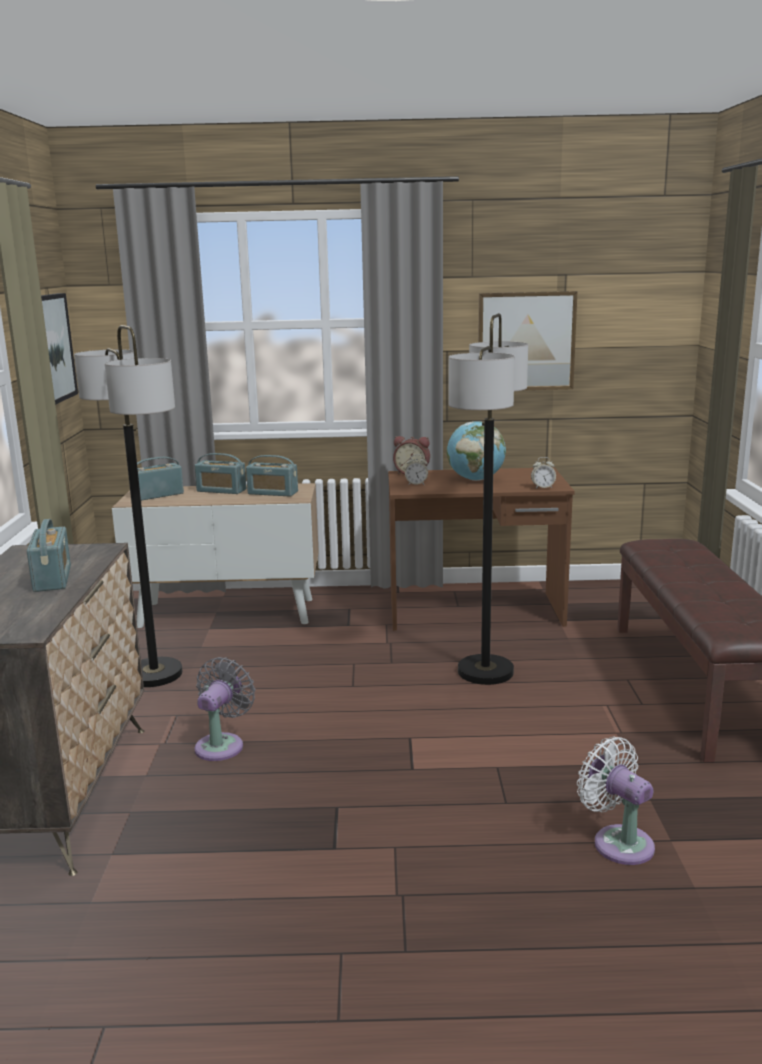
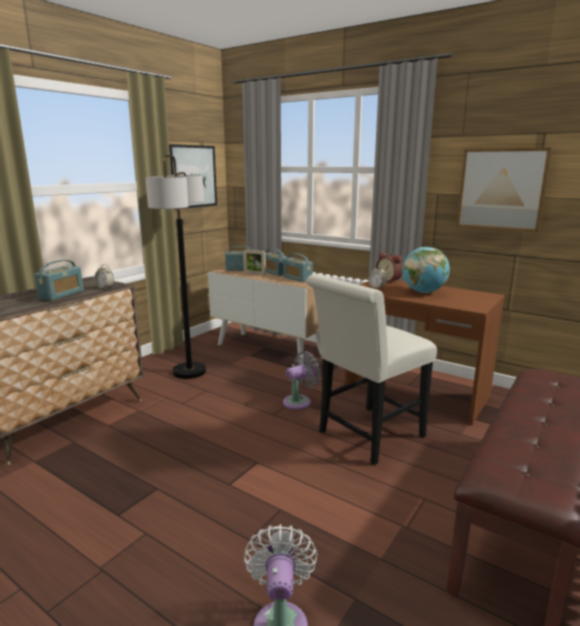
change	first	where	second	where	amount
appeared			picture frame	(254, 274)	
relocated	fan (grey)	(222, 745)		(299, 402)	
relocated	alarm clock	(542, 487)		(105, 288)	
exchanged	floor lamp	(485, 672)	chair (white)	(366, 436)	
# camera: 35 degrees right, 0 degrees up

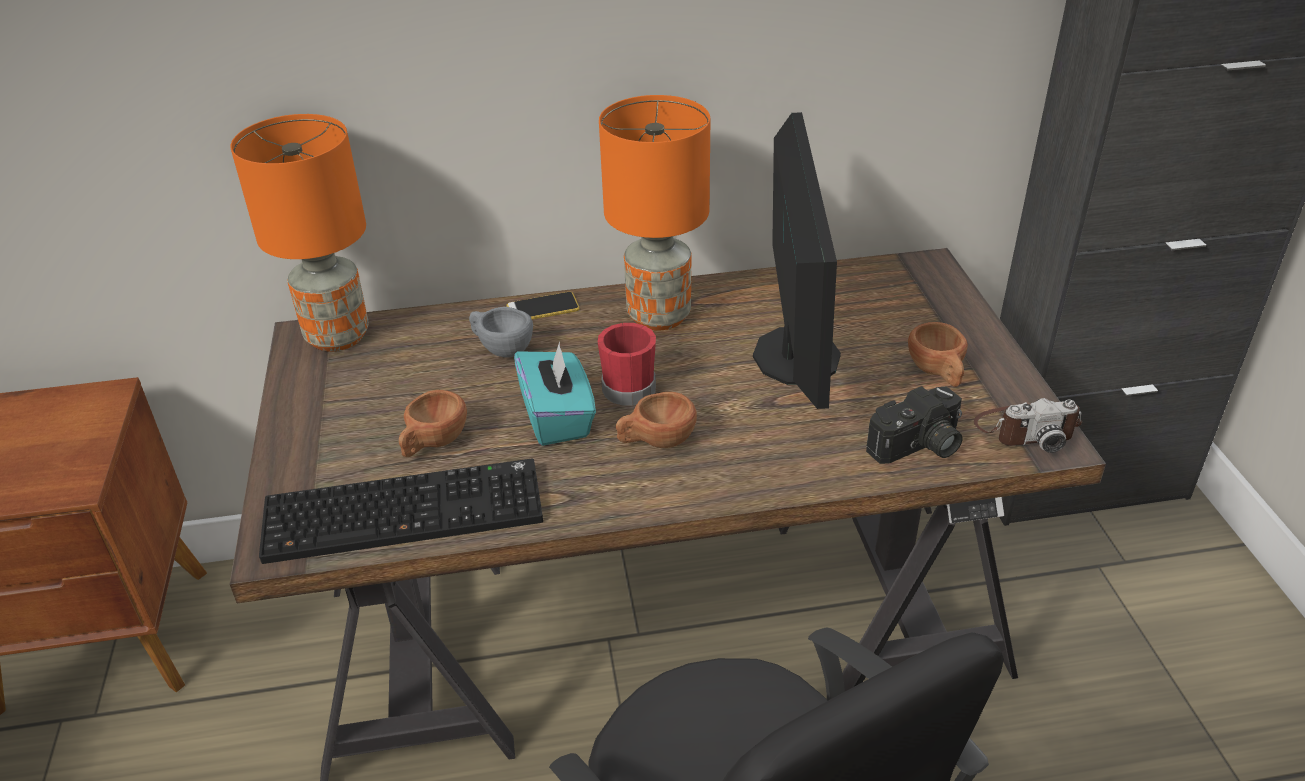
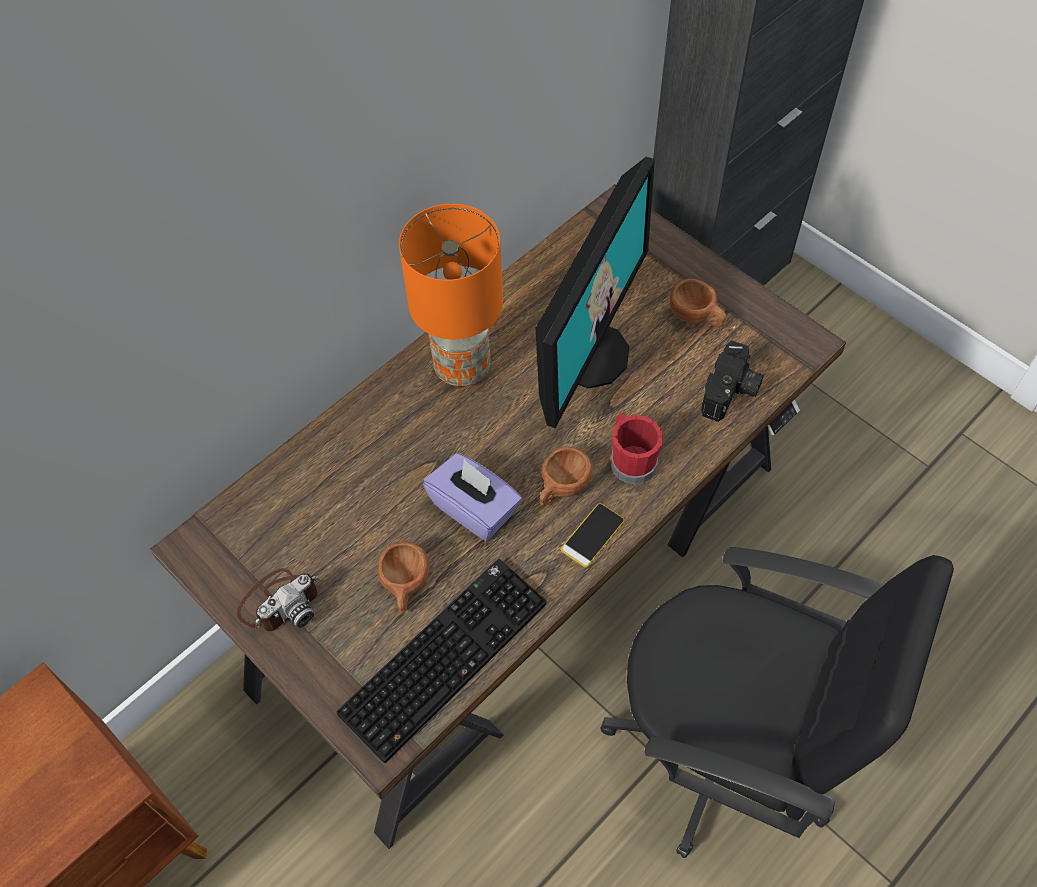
change	first	where	second	where	amount
missing	table lamp (orange)	(337, 337)			
missing	cup (grey)	(501, 348)			
relocated	phone	(543, 308)		(593, 535)	
relocated	mug (red)	(630, 385)		(631, 459)	
relocated	photo camera	(1025, 430)		(280, 602)	
colour	tissue box (turquoise)	(558, 417)	tissue box (purple)	(474, 509)	
spun	monitor	(794, 356)		(591, 354)	60 degrees clockwise
# camera: 35 degrees left, 20 degrees up

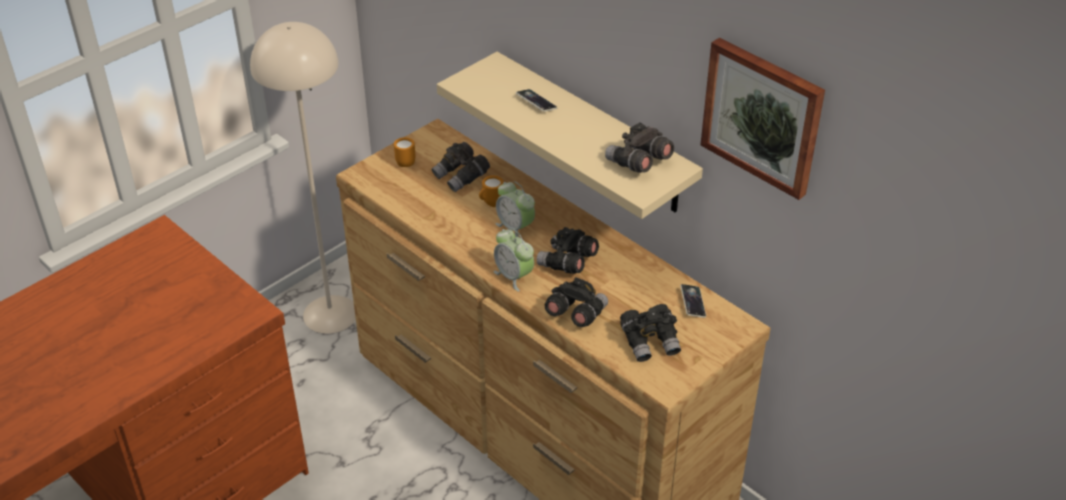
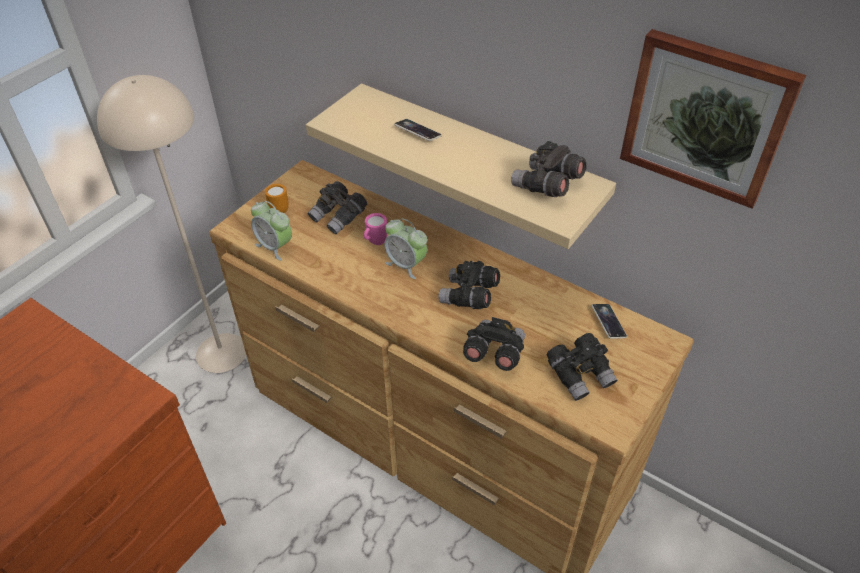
change	first	where	second	where	amount
relocated	alarm clock	(514, 276)		(275, 246)	
colour	mug (orange)	(490, 204)	mug (pink)	(375, 242)	
# camera: 10 degrees left, 5 degrees up

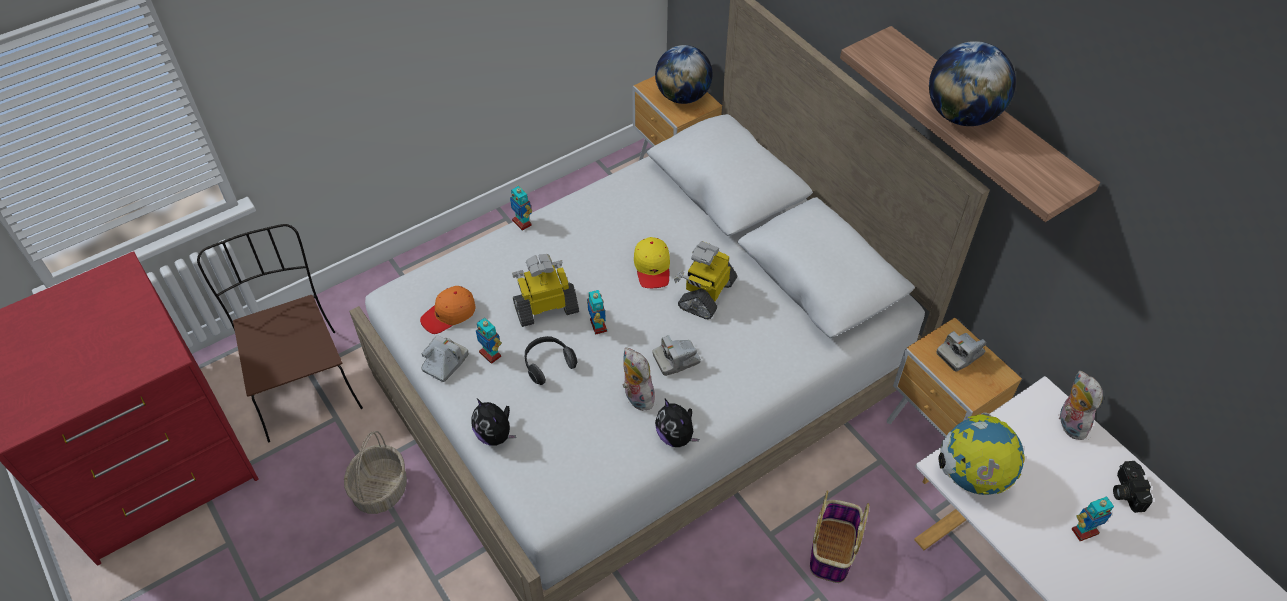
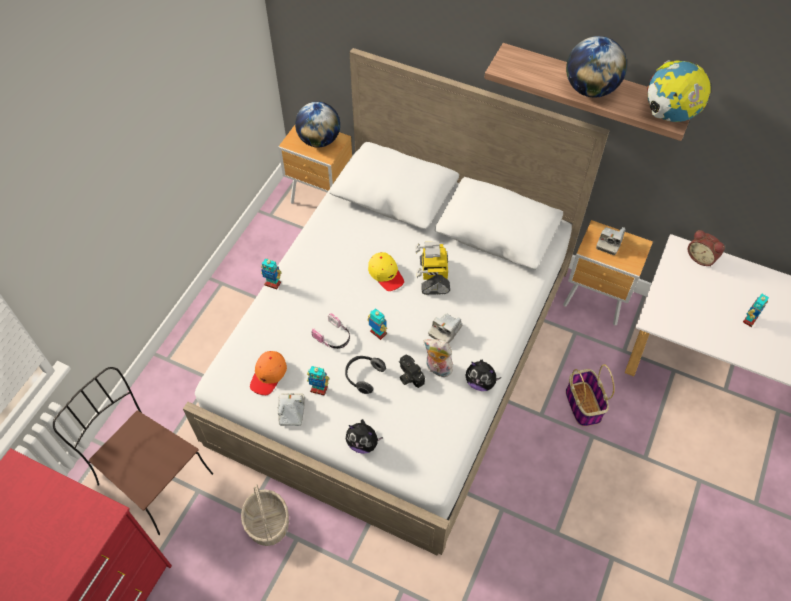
change	first	where	second	where	amount
relocated	globe	(972, 475)		(669, 114)	
relocated	photo camera	(1125, 491)		(408, 376)	
exchanged	toy robot	(546, 307)	headphones	(333, 337)	
exchanged	plush toy	(1069, 423)	alarm clock	(701, 257)	
# camera: 30 degrees left, 5 degrees up

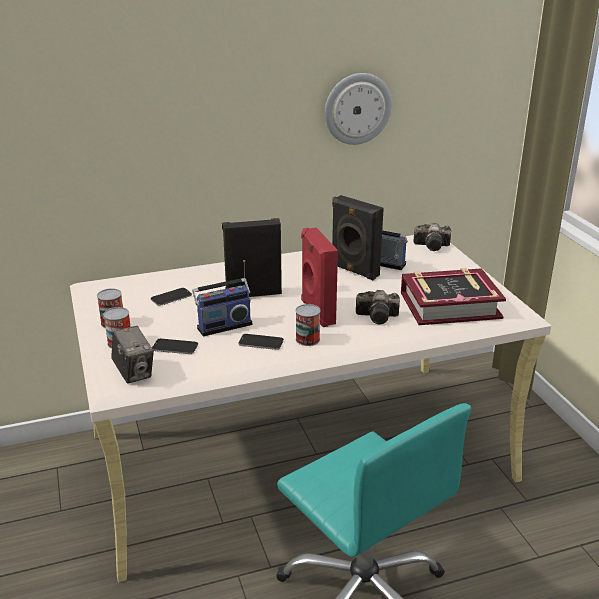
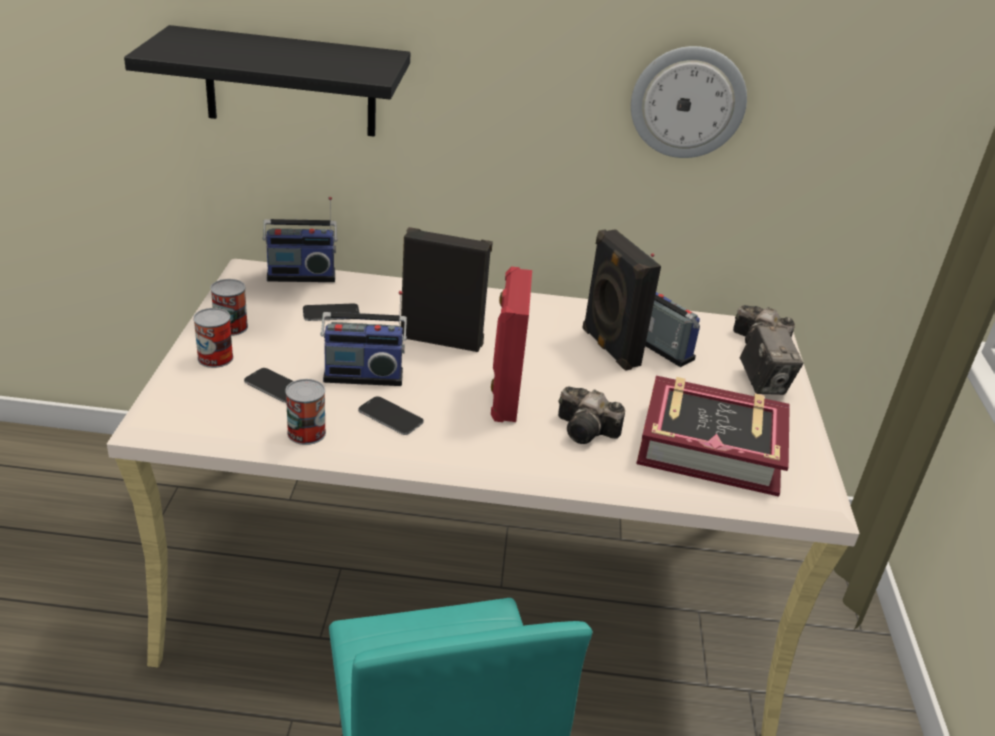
change	first	where	second	where	amount
appeared			shelf (black)	(290, 83)	
appeared			radio	(301, 274)	
relocated	photo camera	(134, 373)		(764, 383)	
relocated	can	(307, 339)		(306, 433)	
# camera: 20 degrees right, 5 degrees up

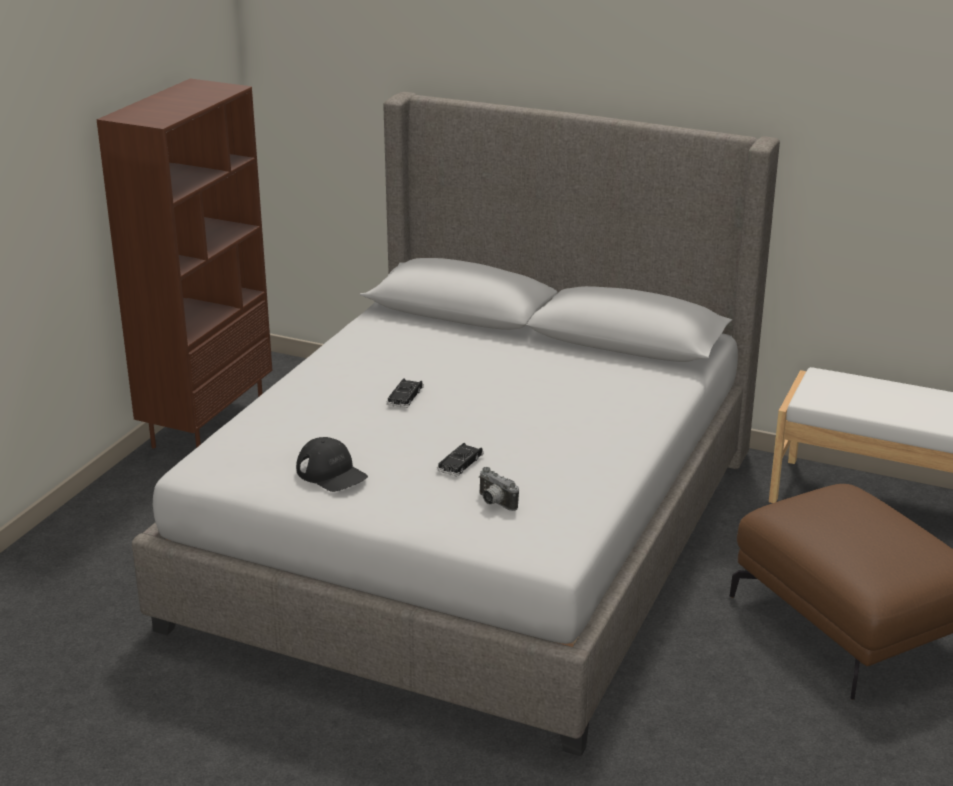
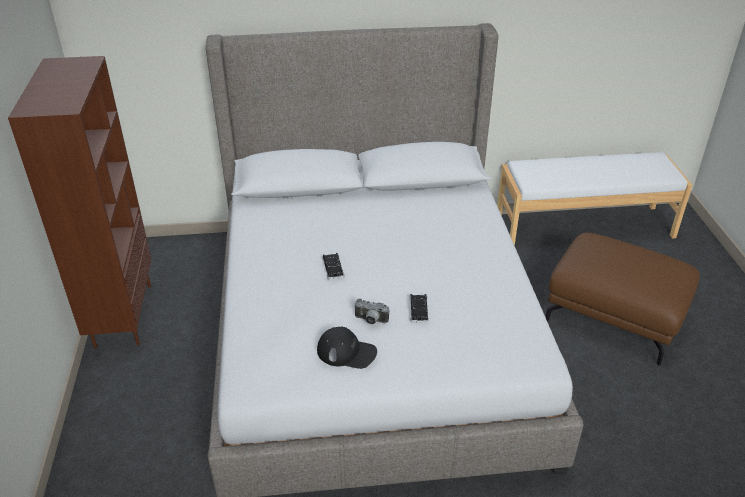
change	first	where	second	where	amount
relocated	photo camera	(494, 503)		(370, 321)	
# camera: 30 degrees left, 10 degrees up

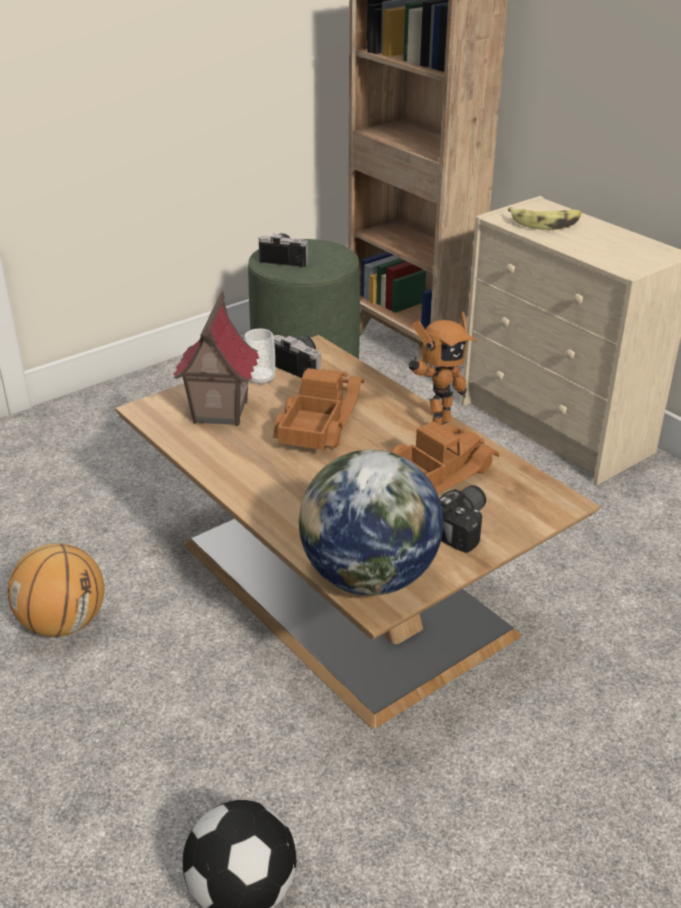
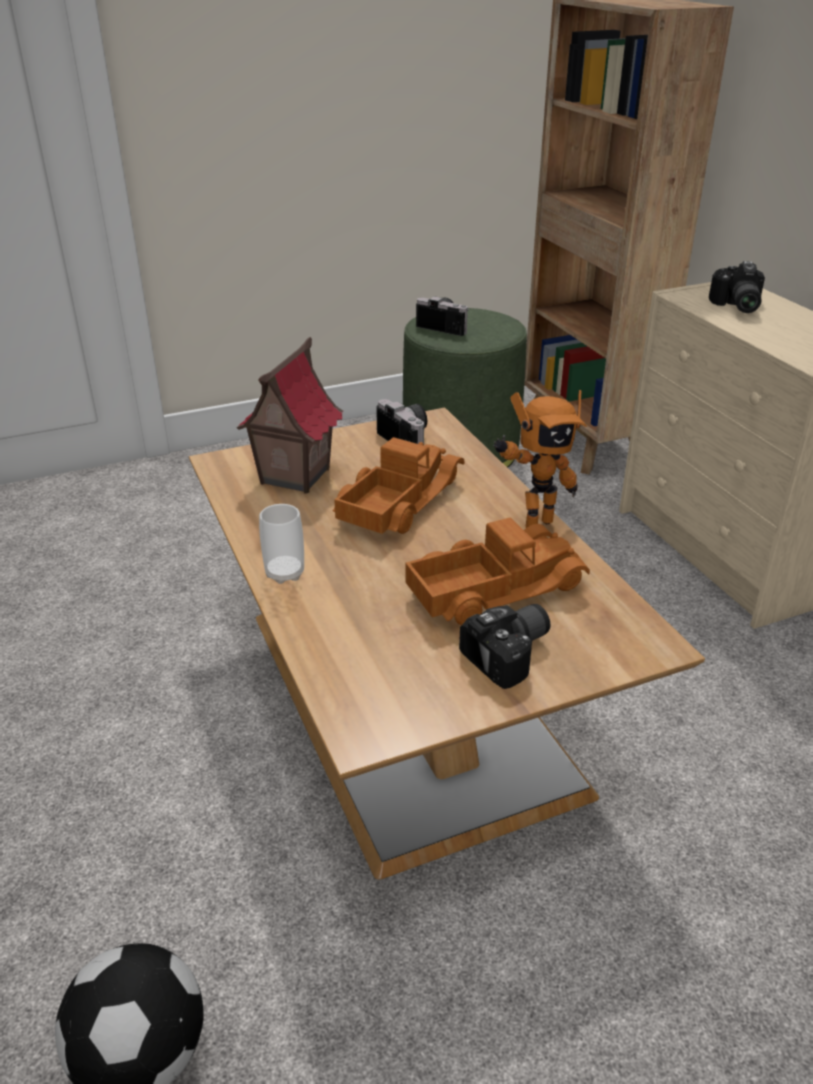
change	first	where	second	where	amount
missing	basketball	(64, 623)			
missing	globe	(369, 578)			
relocated	cup	(261, 379)		(285, 573)	
exchanged	banana	(545, 223)	photo camera	(735, 306)	
# camera: 15 degrees right, 0 degrees up

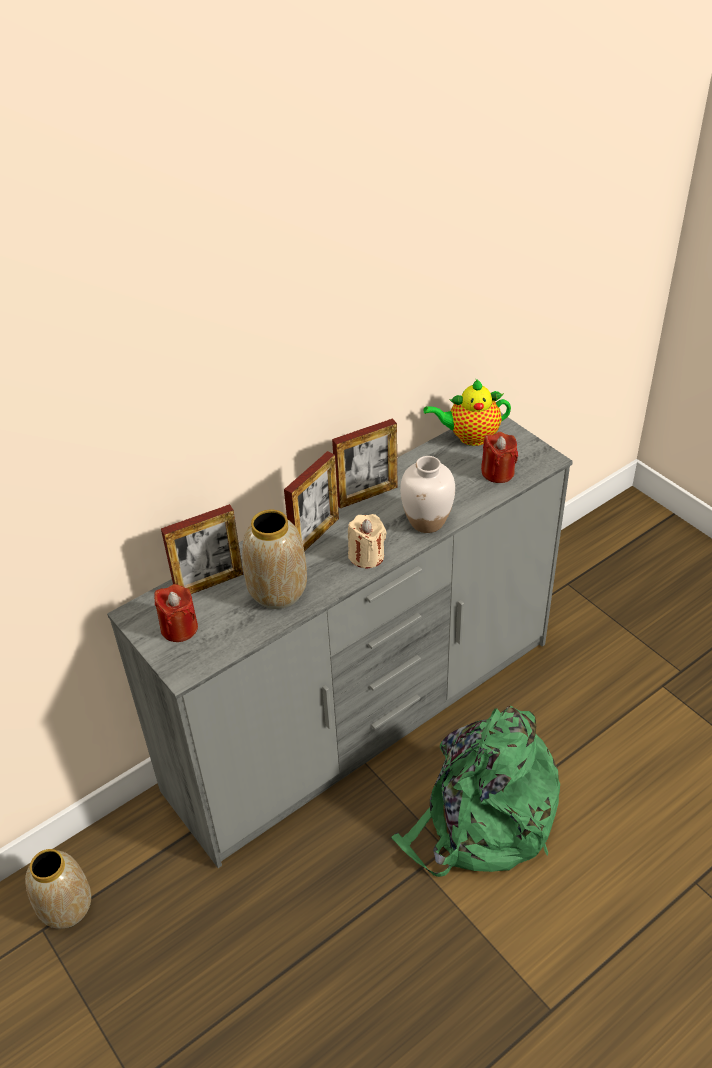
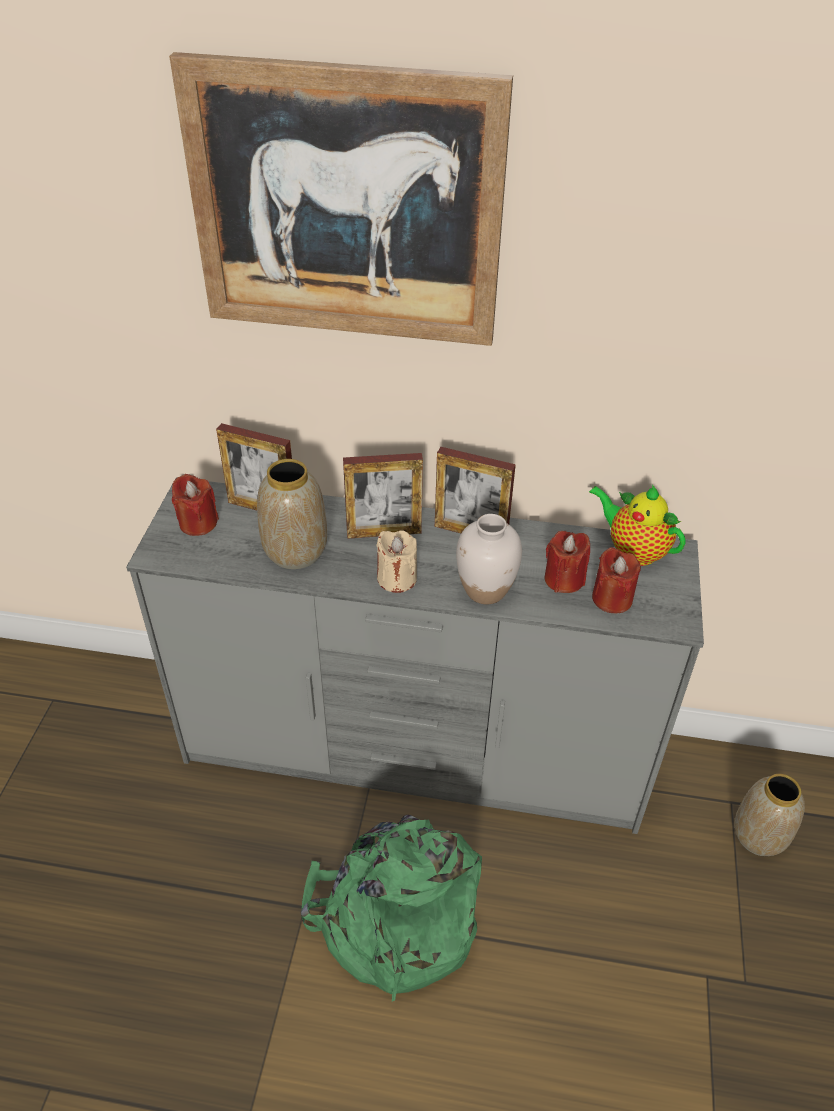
change	first	where	second	where	amount
appeared			picture	(345, 207)	
appeared			candle (red)	(564, 579)	
relocated	vase	(67, 907)		(759, 836)	
# camera: 45 degrees right, 0 degrees up

